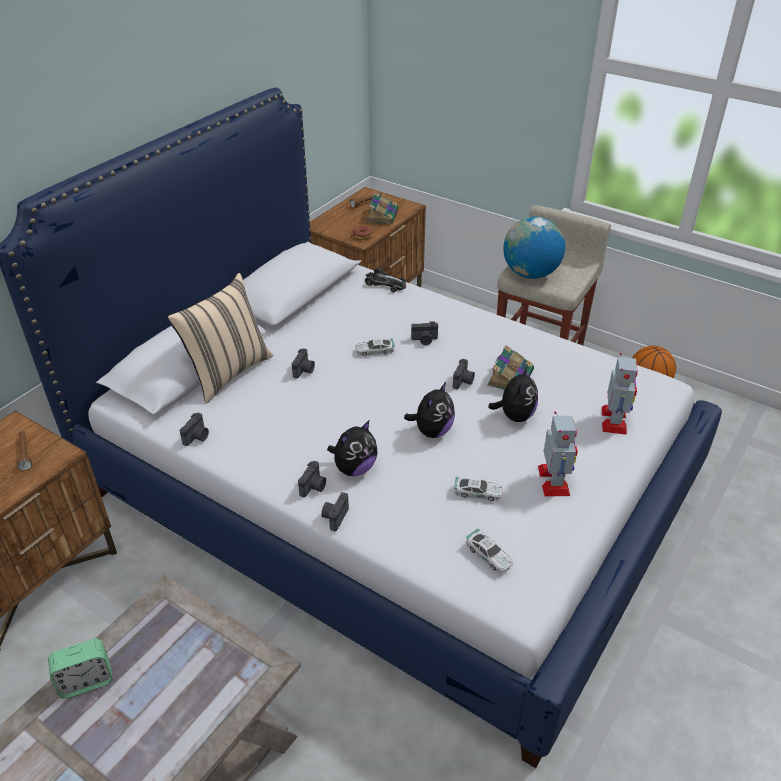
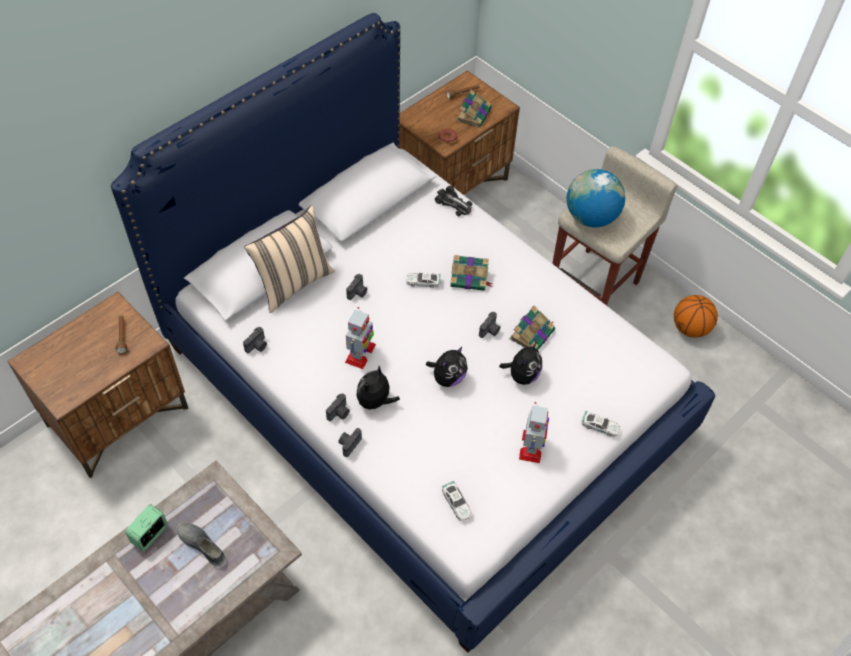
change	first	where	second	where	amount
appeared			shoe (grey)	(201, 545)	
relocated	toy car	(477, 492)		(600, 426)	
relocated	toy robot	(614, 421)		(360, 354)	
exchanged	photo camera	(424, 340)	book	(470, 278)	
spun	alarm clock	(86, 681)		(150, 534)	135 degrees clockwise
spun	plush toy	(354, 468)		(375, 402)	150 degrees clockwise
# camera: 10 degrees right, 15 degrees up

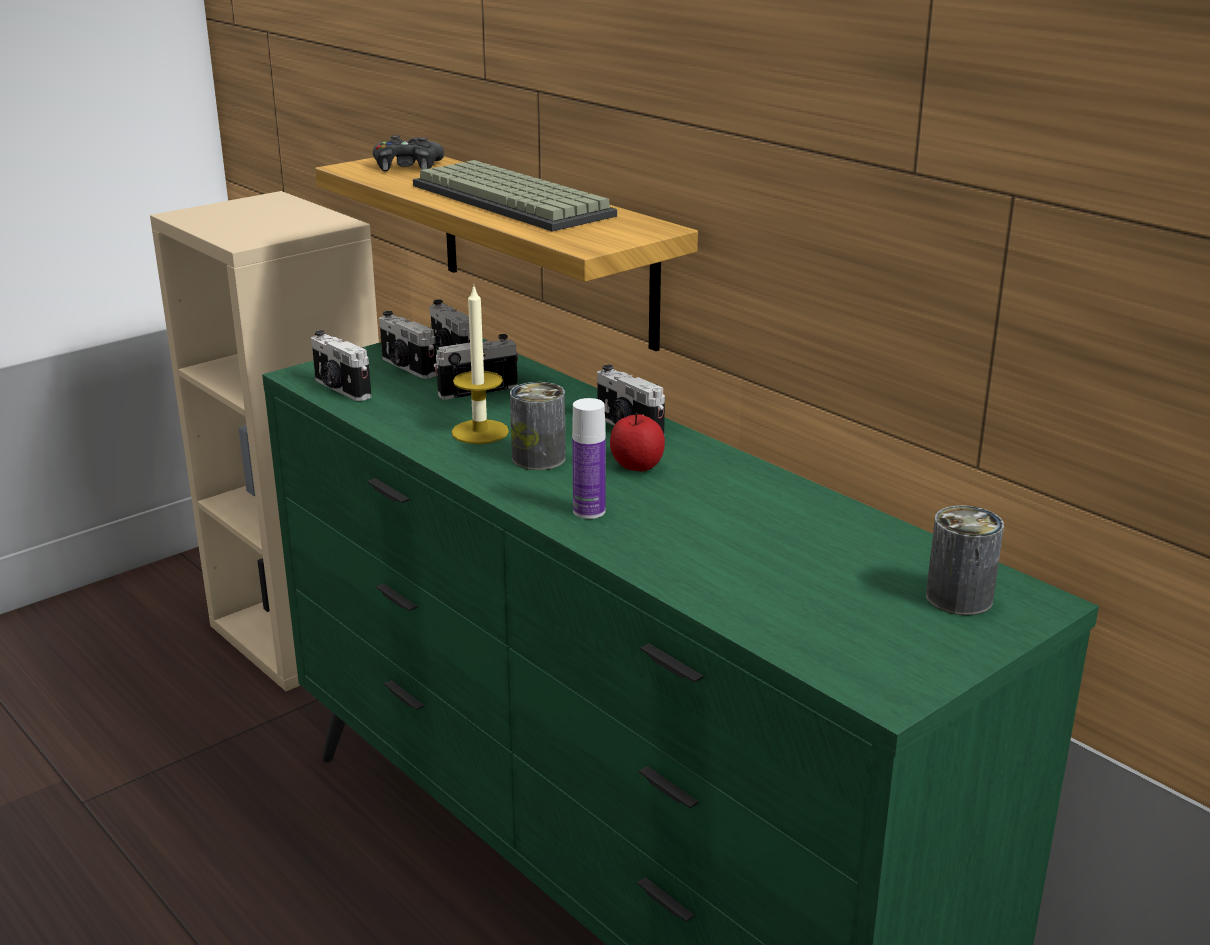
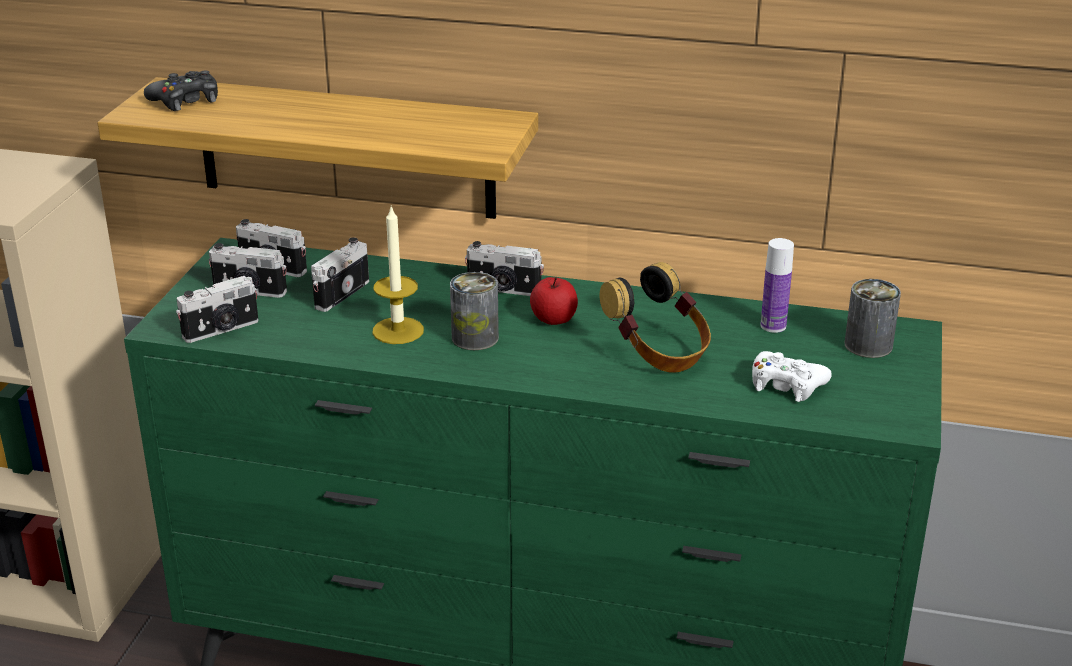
change	first	where	second	where	amount
missing	keyboard	(516, 200)			
appeared			headphones	(658, 353)	
appeared			game controller (white)	(786, 385)	
relocated	bottle	(589, 511)		(773, 326)	
spun	photo camera	(340, 389)		(222, 330)	45 degrees counterclockwise
# camera: 35 degrees left, 5 degrees up

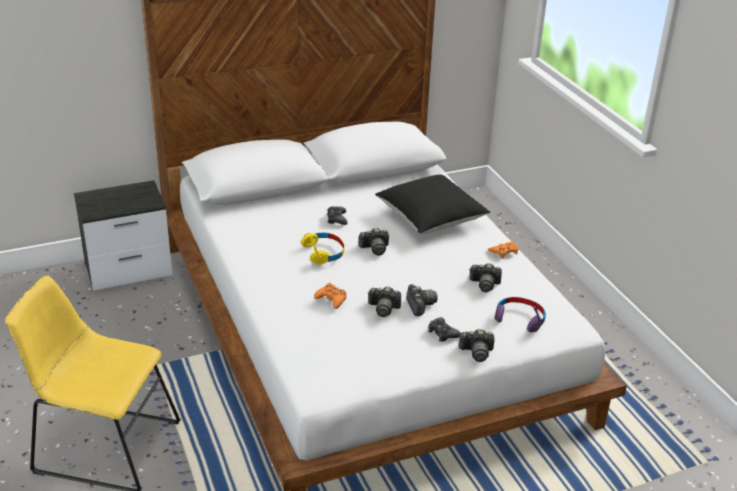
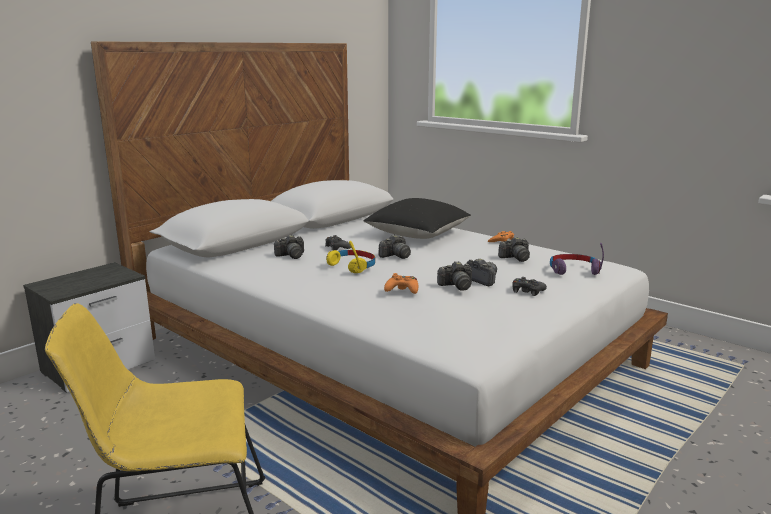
change	first	where	second	where	amount
relocated	photo camera	(476, 352)		(291, 256)	
# camera: 25 degrees left, 15 degrees down

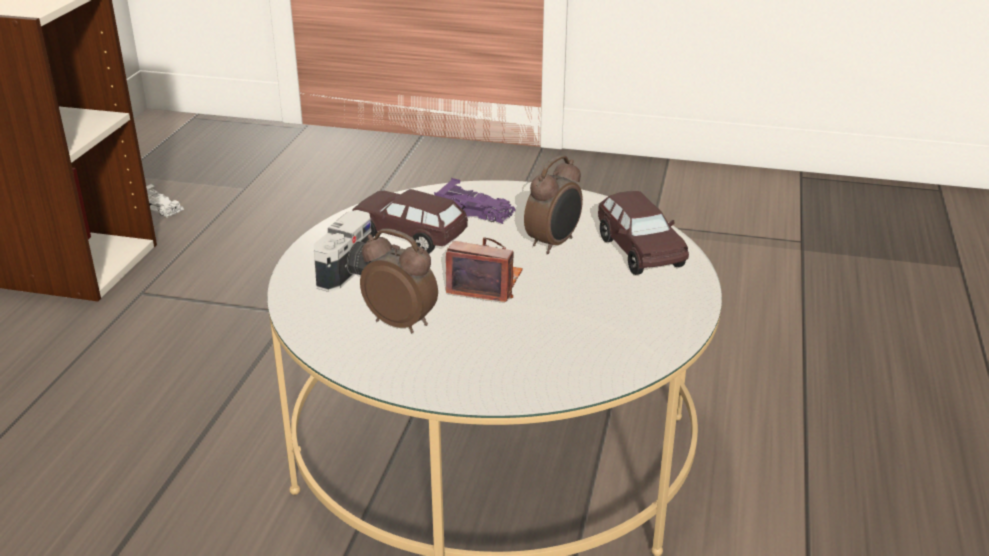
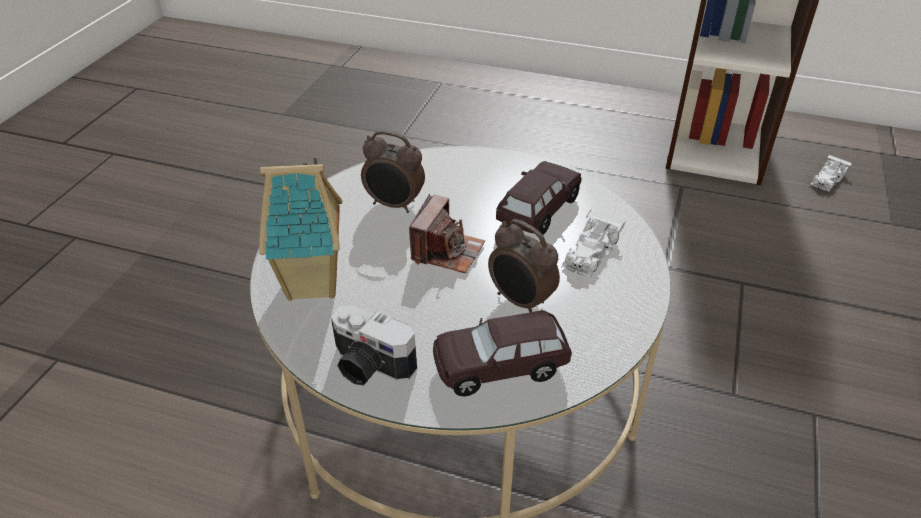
change	first	where	second	where	amount
appeared			toy house	(314, 284)	
relocated	photo camera	(354, 273)		(368, 366)	
colour	toy car (purple)	(476, 211)	toy car (white)	(590, 253)	
spun	alarm clock	(401, 323)		(394, 205)	75 degrees clockwise
# camera: 95 degrees right, 10 degrees up

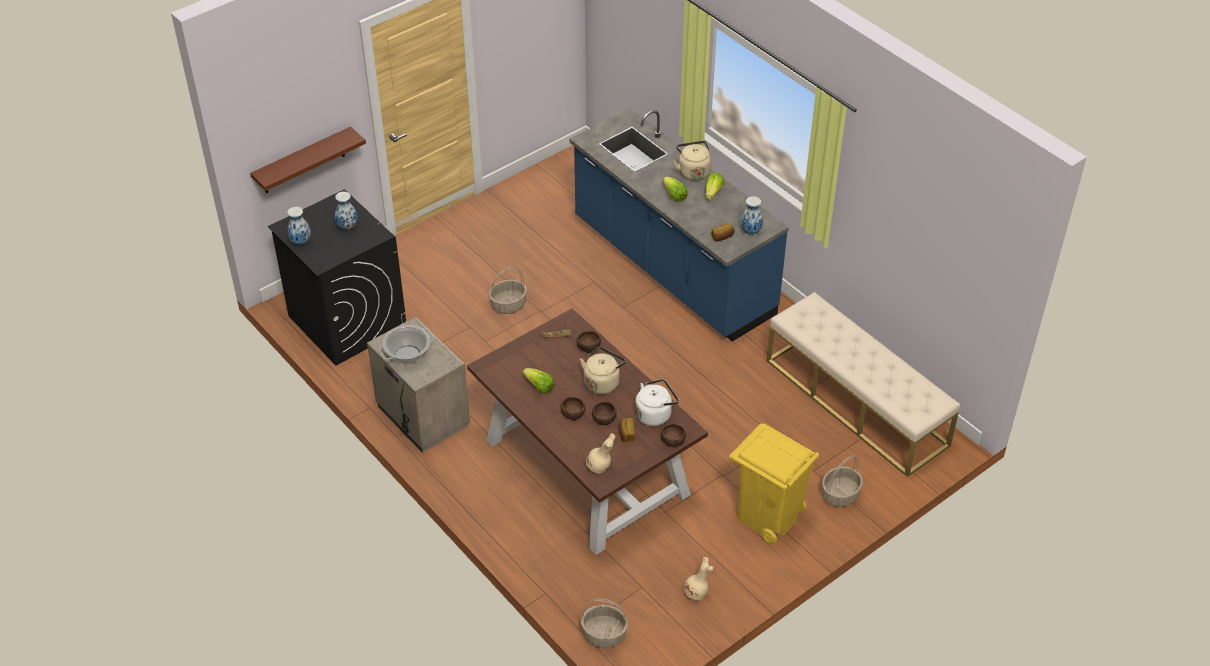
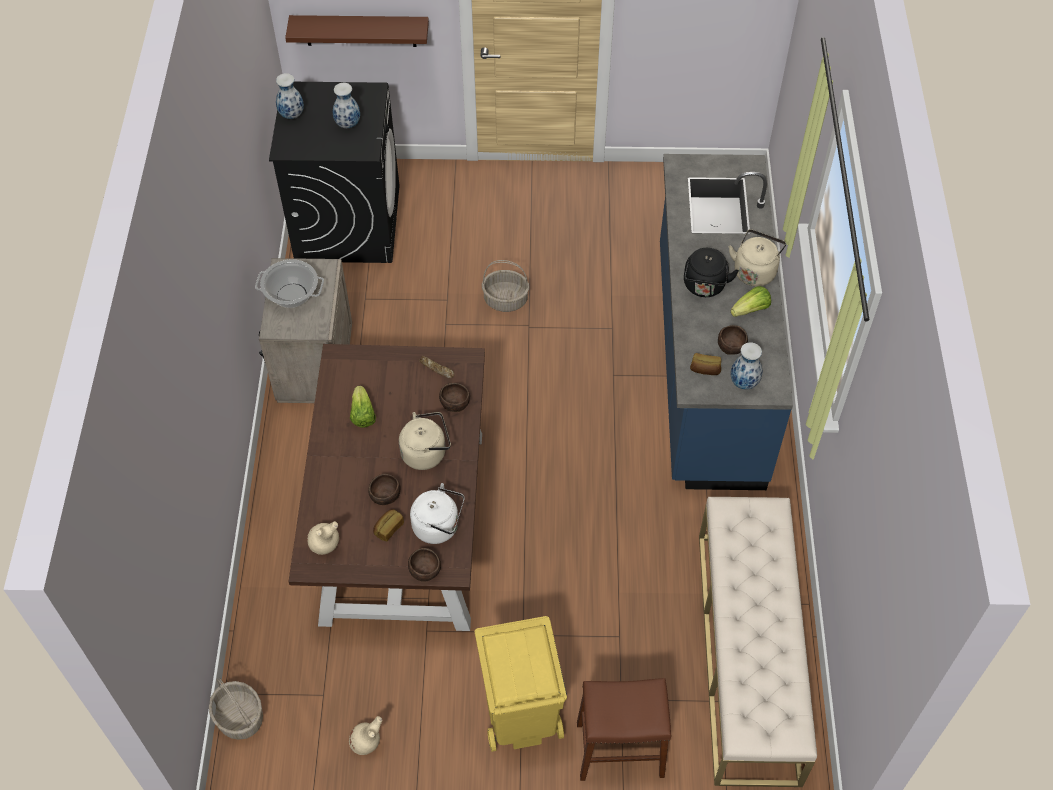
change	first	where	second	where	amount
relocated	bowl (brown)	(573, 413)		(732, 345)	
exchanged	lettuce	(674, 195)	kettle (black)	(704, 287)	
exchanged	basket	(840, 494)	stool (brown)	(620, 749)	
# camera: 40 degrees right, 10 degrees up

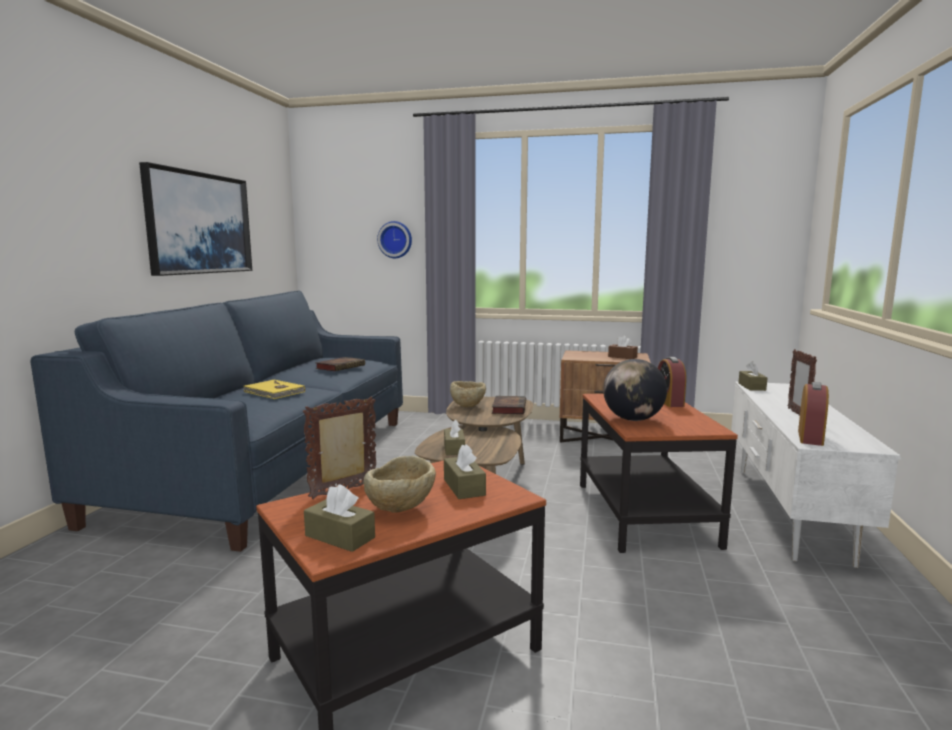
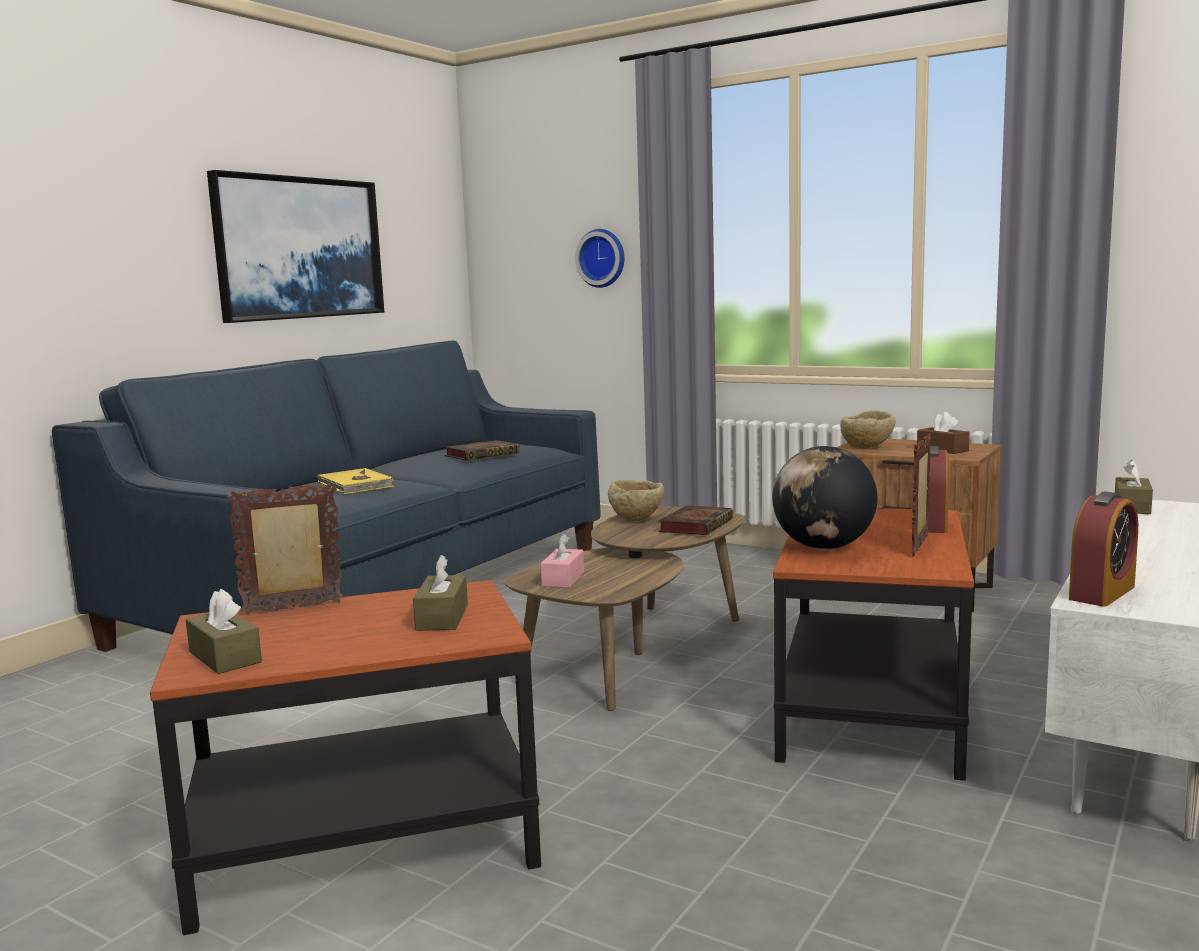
change	first	where	second	where	amount
relocated	bowl (beige)	(400, 510)		(867, 448)	
relocated	picture frame	(798, 414)		(920, 546)	
colour	tissue box (brown)	(454, 449)	tissue box (pink)	(563, 579)	
# camera: 20 degrees right, 0 degrees up

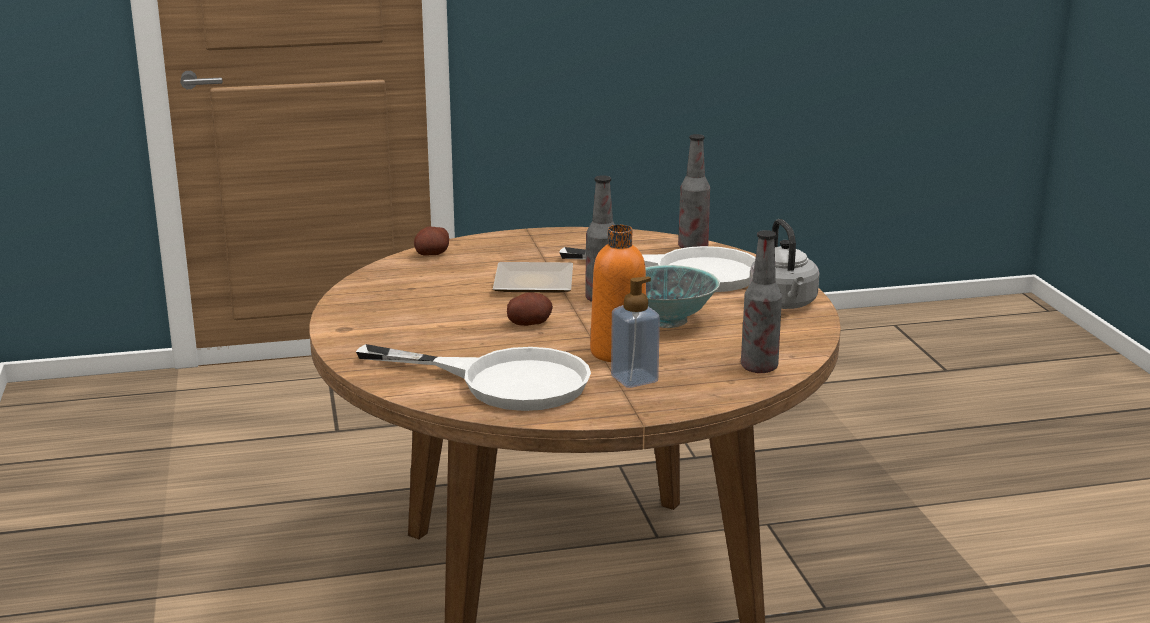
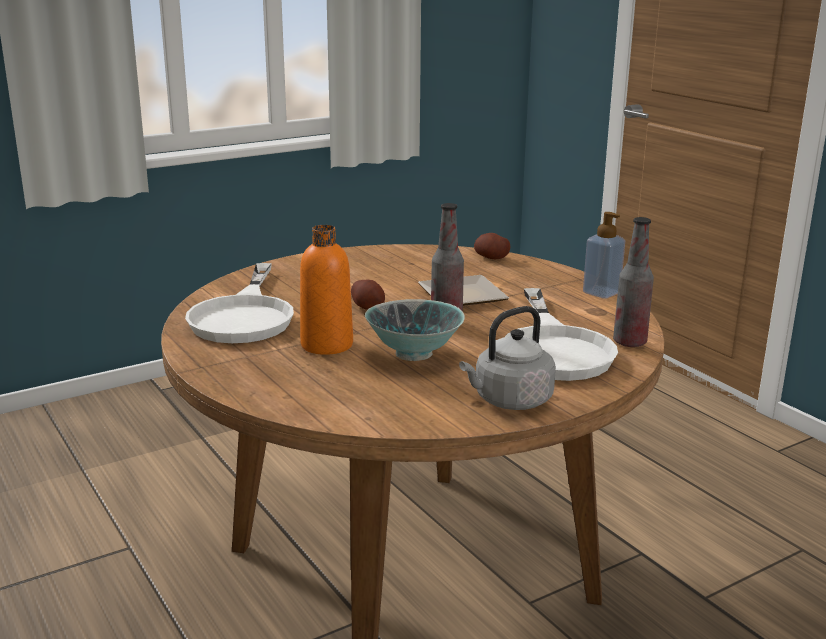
change	first	where	second	where	amount
missing	bottle	(759, 368)			
relocated	soap dispenser	(634, 379)		(601, 292)	
# camera: 70 degrees right, 0 degrees up

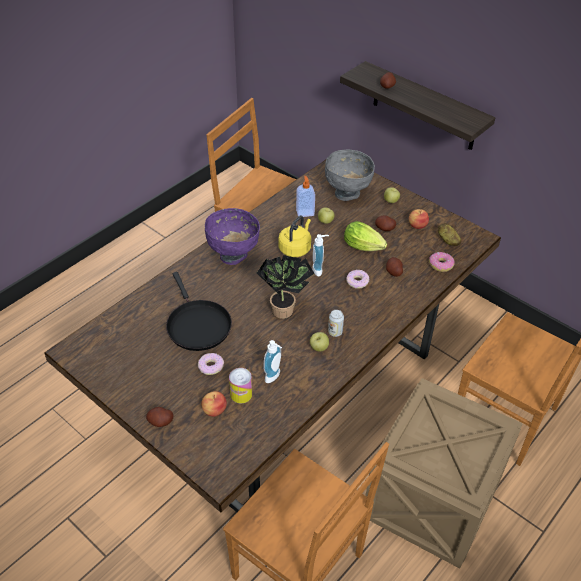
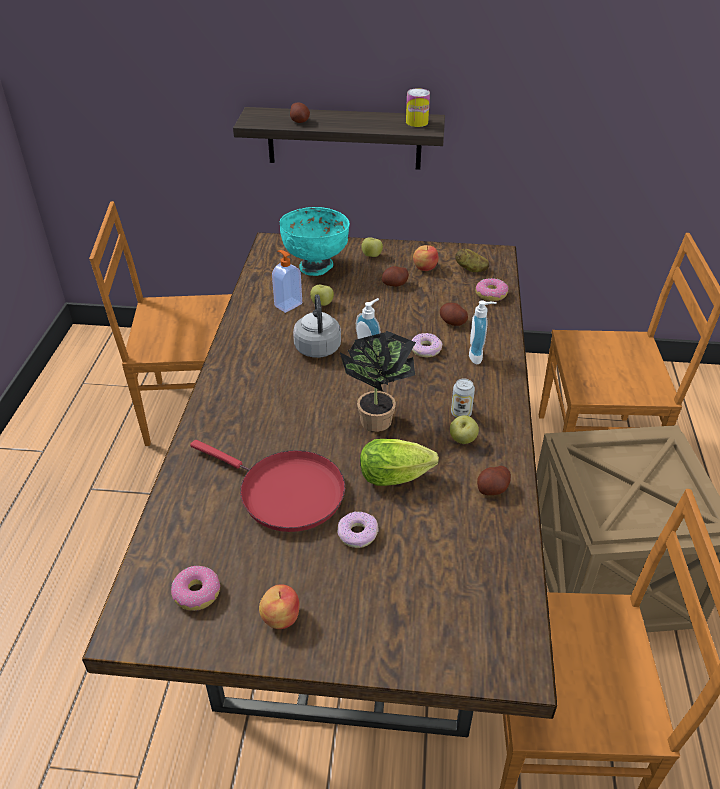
change	first	where	second	where	amount
missing	bowl (purple)	(233, 255)			
appeared			donut	(197, 593)	
relocated	potato	(160, 422)		(492, 489)	
relocated	apple	(214, 410)		(280, 617)	
relocated	can	(241, 394)		(417, 122)	
relocated	soap dispenser	(274, 377)		(478, 356)	
relocated	lettuce	(365, 248)		(398, 476)	
colour	frying pan (black)	(197, 325)	frying pan (red)	(285, 493)	
colour	kettle (yellow)	(295, 248)	kettle (grey)	(317, 346)	
colour	bowl (grey)	(347, 193)	bowl (turquoise)	(316, 267)	
# camera: 35 degrees left, 5 degrees down

